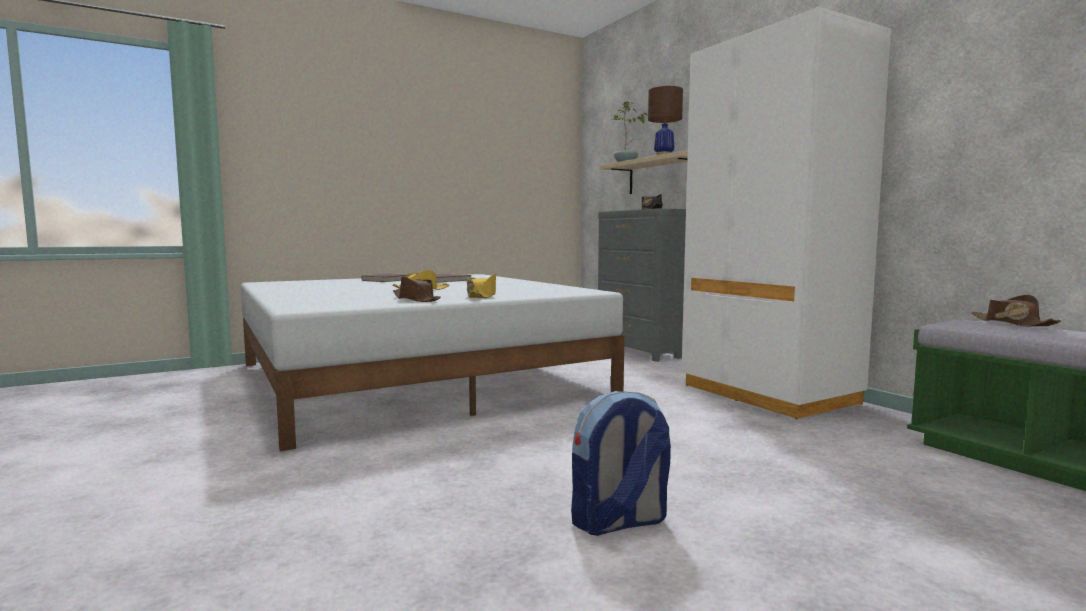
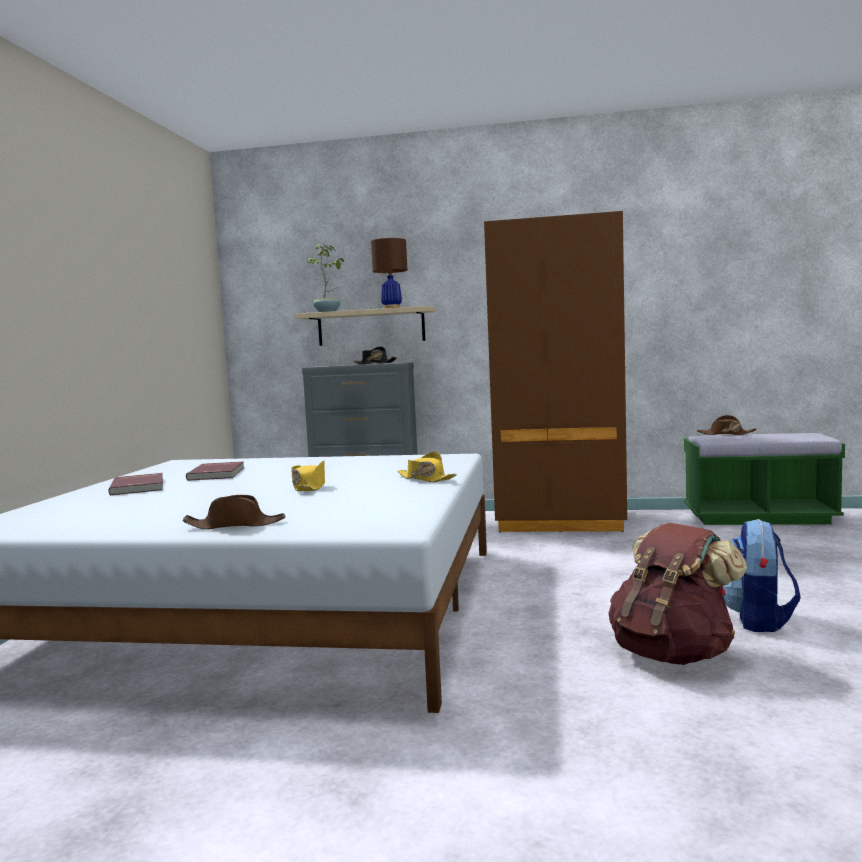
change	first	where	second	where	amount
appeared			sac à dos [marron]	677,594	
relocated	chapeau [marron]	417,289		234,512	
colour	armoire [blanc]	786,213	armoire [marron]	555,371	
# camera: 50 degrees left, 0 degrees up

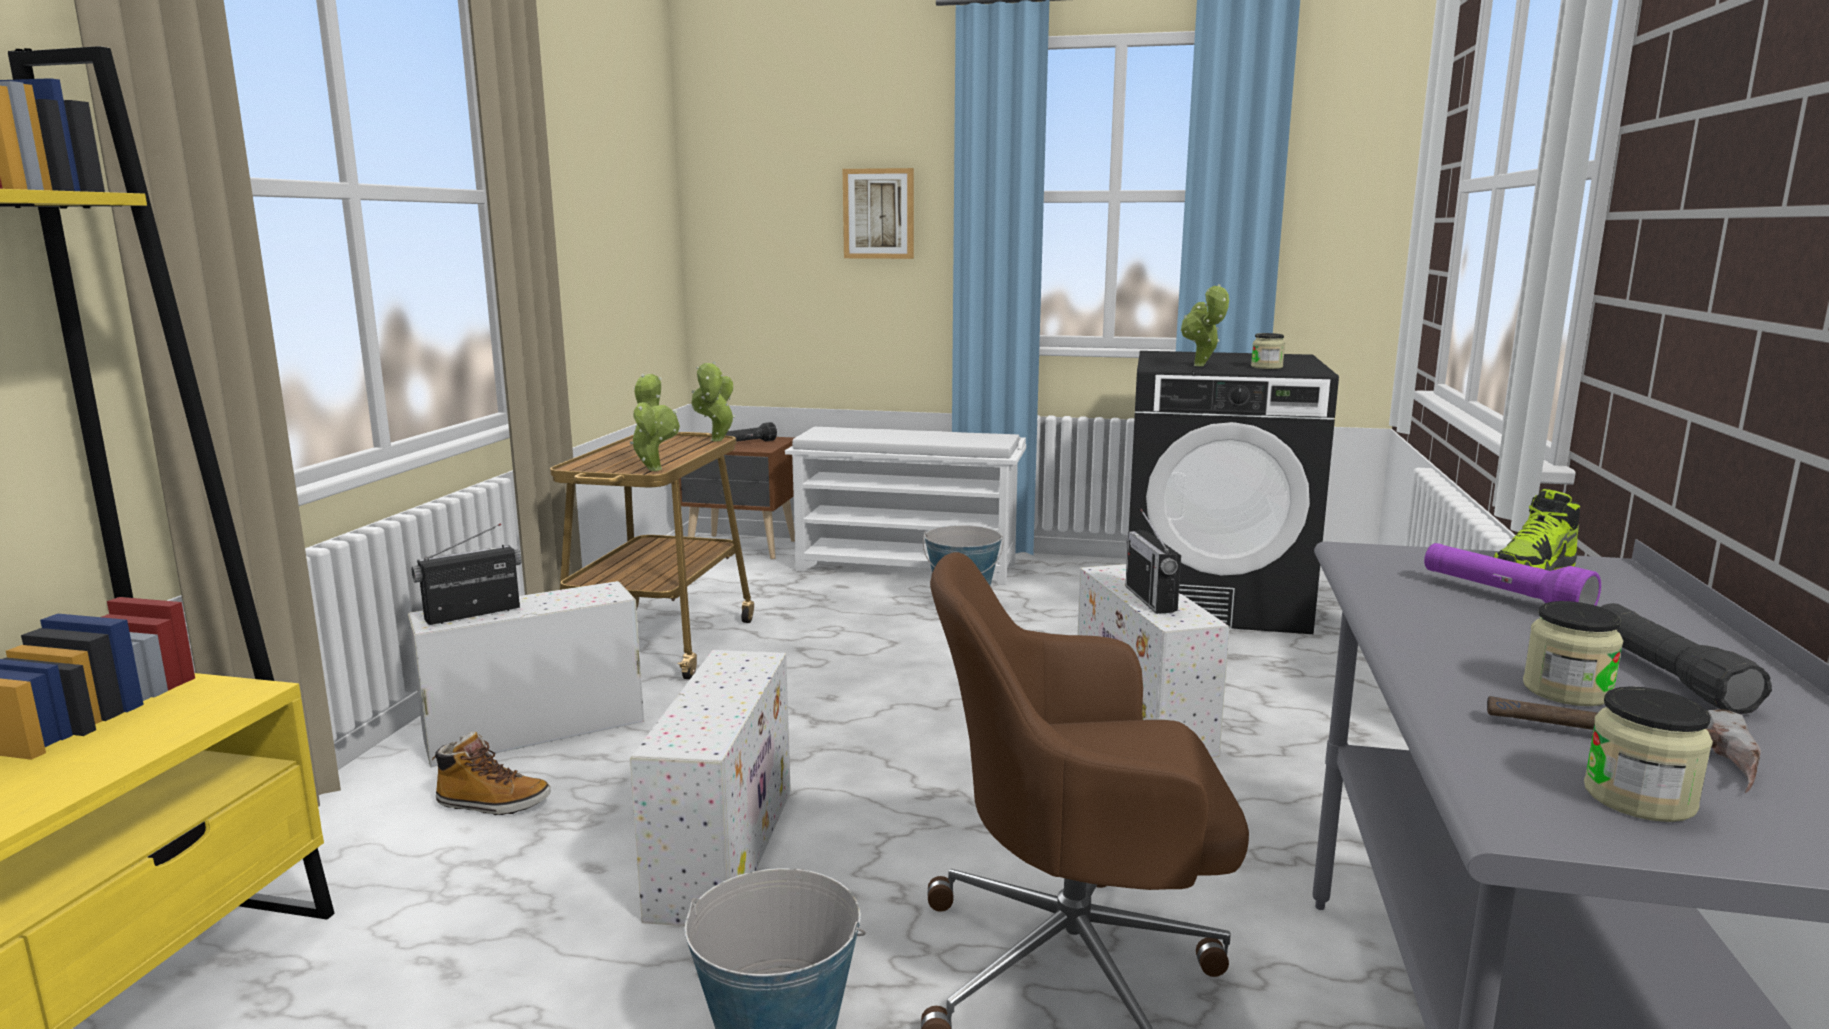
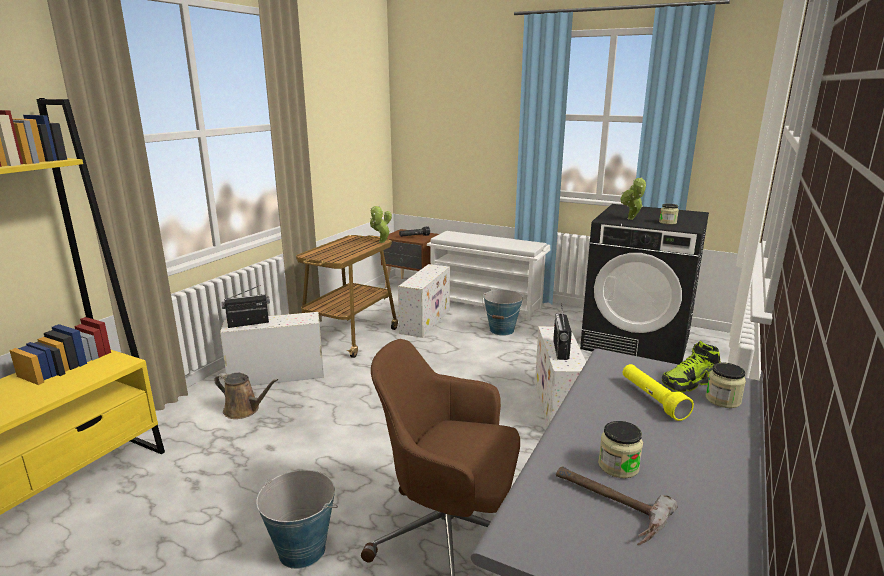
change	first	where	second	where	amount
missing	plante en pot	655,422			
missing	tableau	878,213			
missing	lampe de poche [noir]	1686,658			
relocated	boîte de rangement [blanc]	710,788		424,301	
relocated	bocal	1648,754		726,385	
exchanged	botte	491,773	arrosoir [marron]	246,396	
colour	lampe de poche [violet]	1512,574	lampe de poche [jaune]	658,392	
# camera: 15 degrees right, 5 degrees up

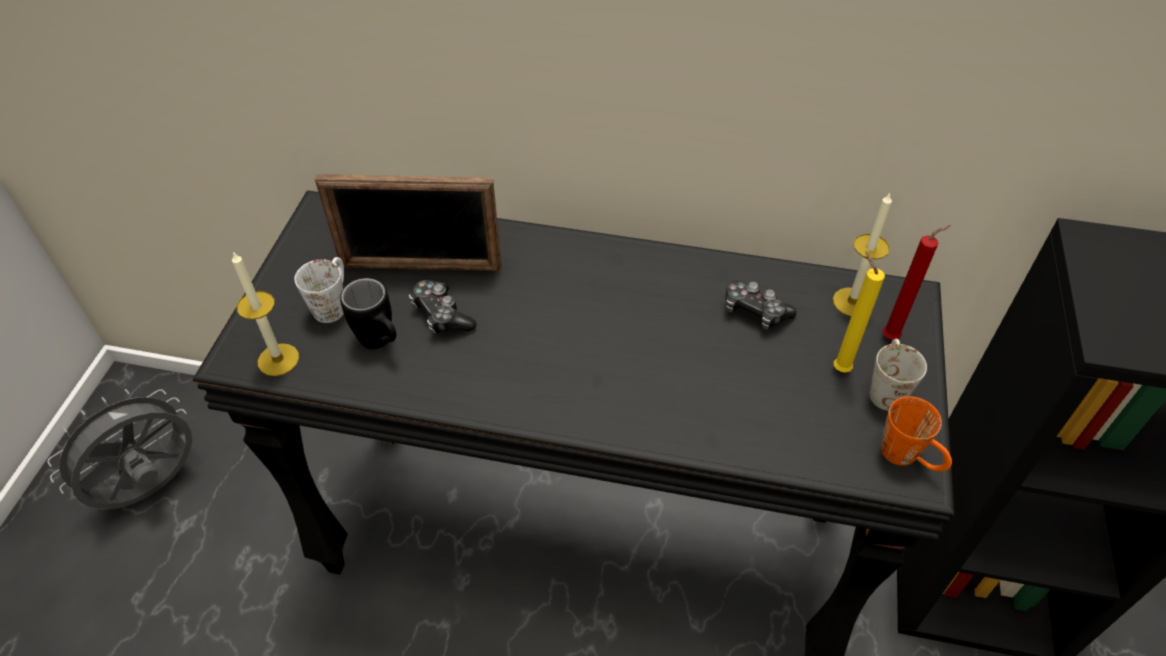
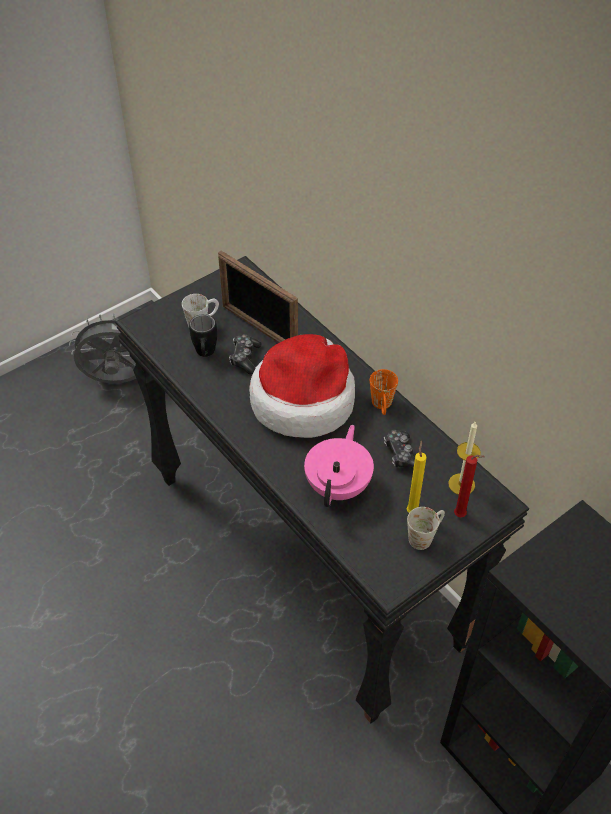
change	first	where	second	where	amount
missing	bougie	265,313			
appeared			chapeau	302,386	
appeared			théière [rose]	339,466	
relocated	mug [orange]	916,434		384,392	
# camera: 40 degrees right, 0 degrees up

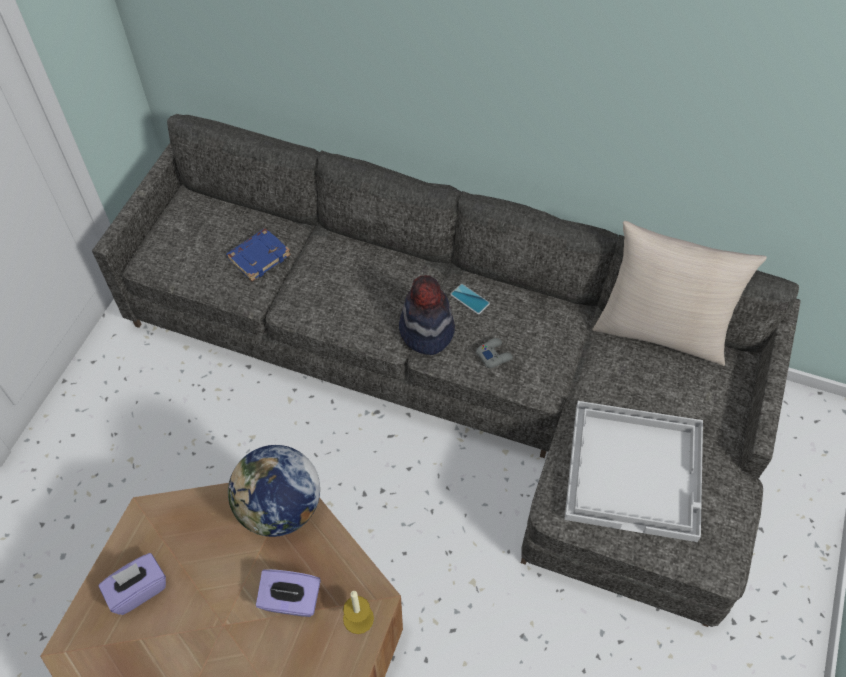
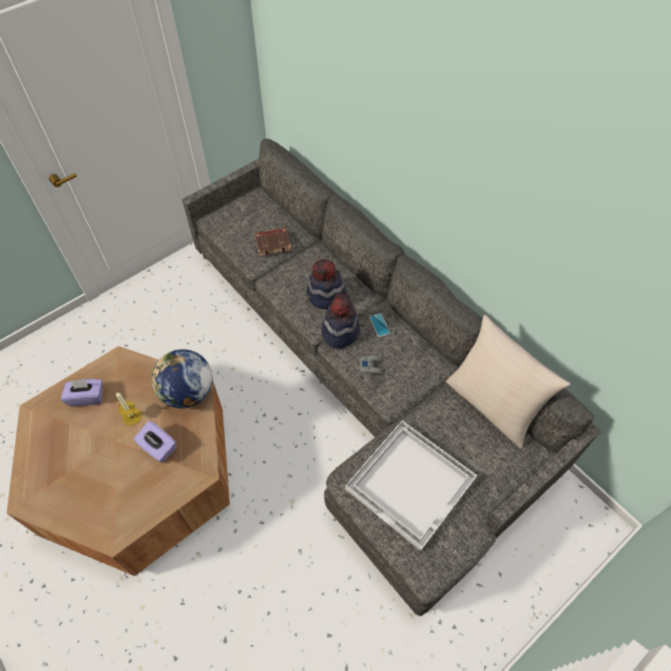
change	first	where	second	where	amount
appeared			chapeau	326,284	
relocated	bougie	358,612		129,409	
colour	livre [bleu]	258,254	livre [marron]	273,242	
# camera: 30 degrees right, 0 degrees up

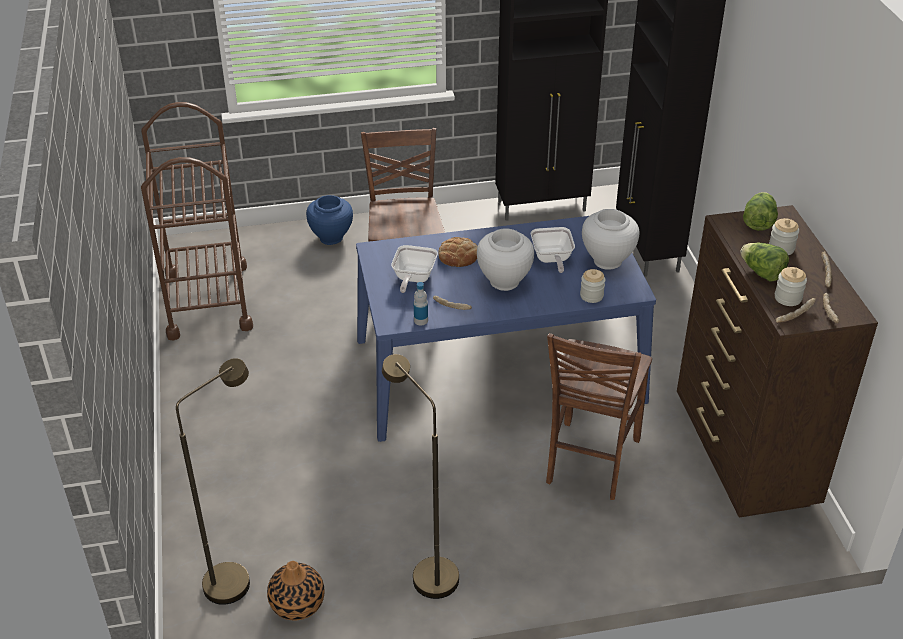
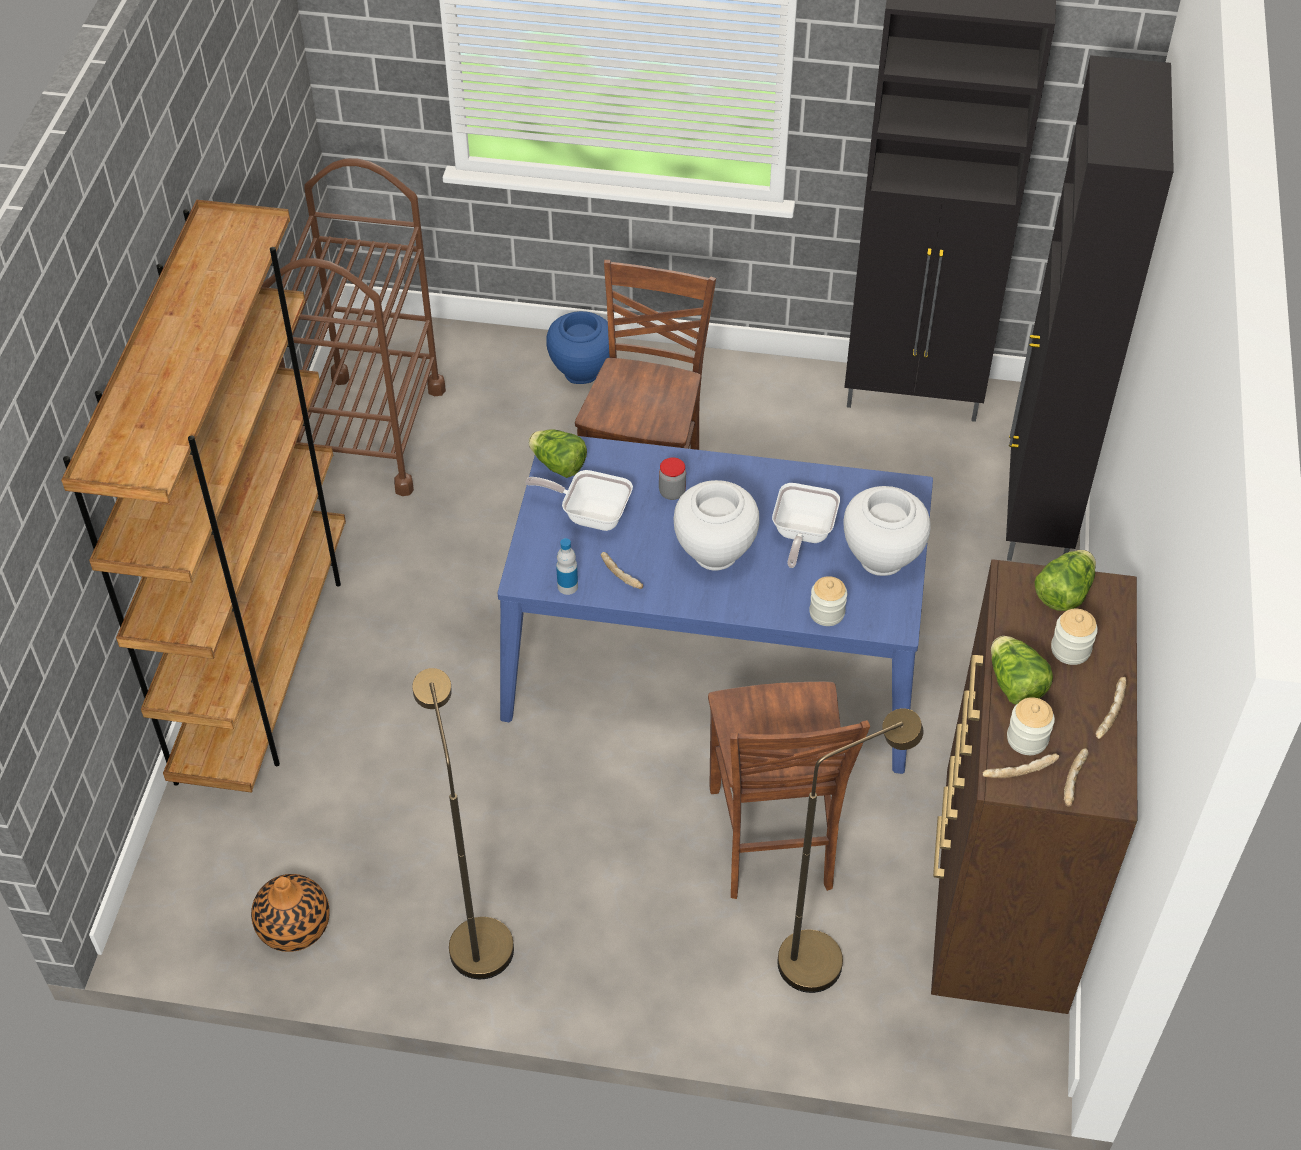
change	first	where	second	where	amount
appeared			bibliothèque [marron]	203,496	
appeared			laitue	557,454	
relocated	lampadaire [marron]	213,481		850,850	
exchanged	pain	458,252	bocal	672,478	
spun	poêle	414,269		579,500	75 degrees clockwise
spun	chaise [marron]	599,416		789,790	45 degrees counterclockwise
# camera: 20 degrees right, 10 degrees up

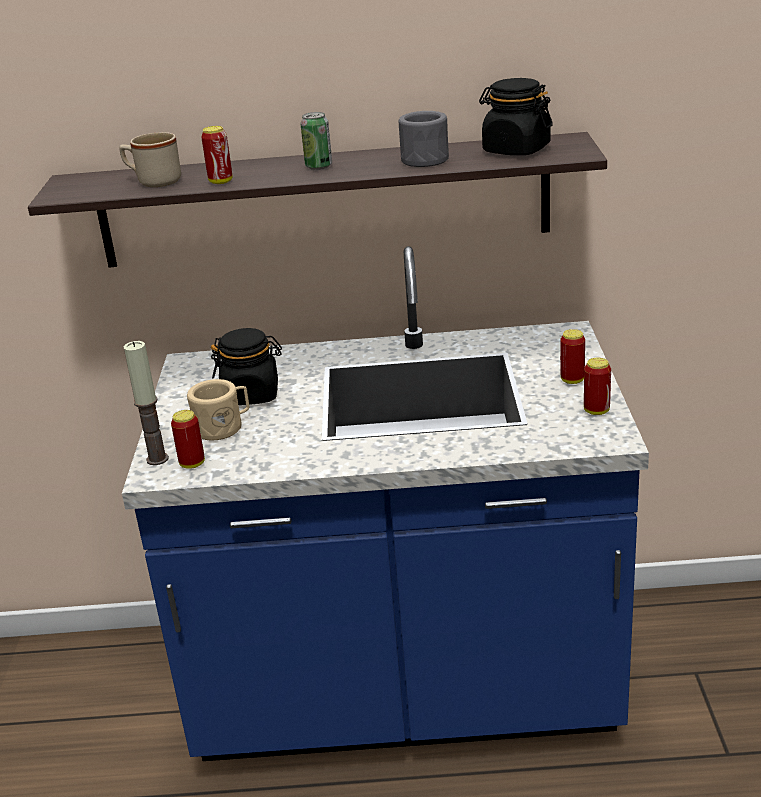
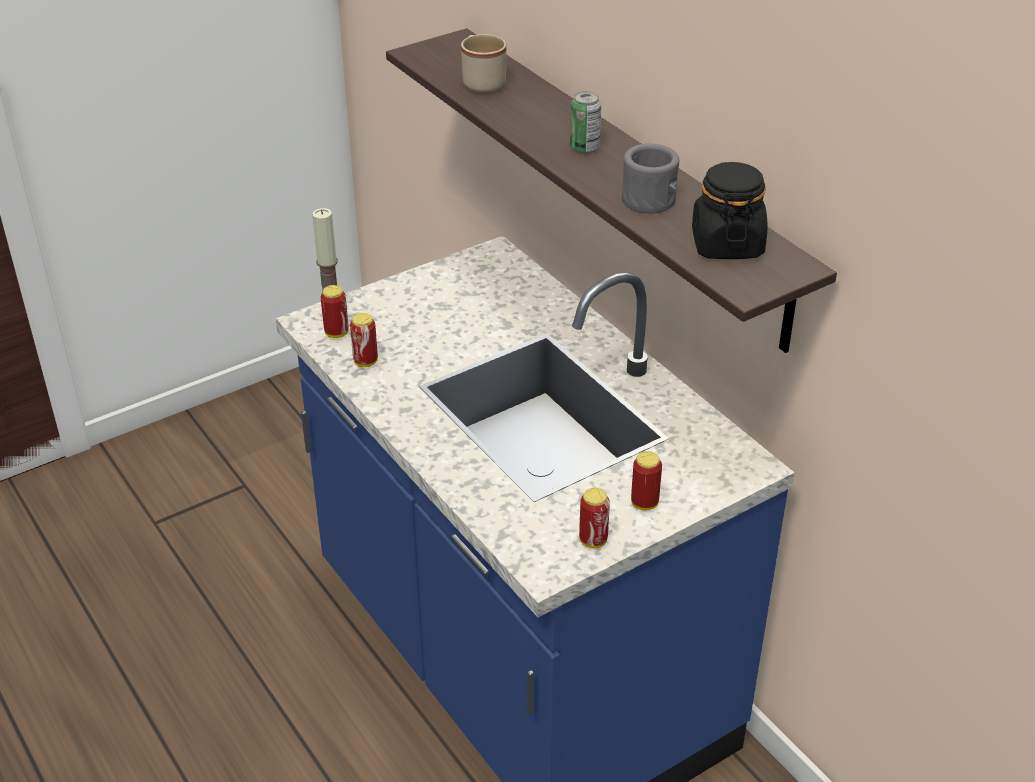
change	first	where	second	where	amount
missing	mug [beige]	218,409			
missing	bocal [noir]	246,366			
relocated	boîte métallique	216,155		364,340	
# camera: 55 degrees right, 10 degrees up

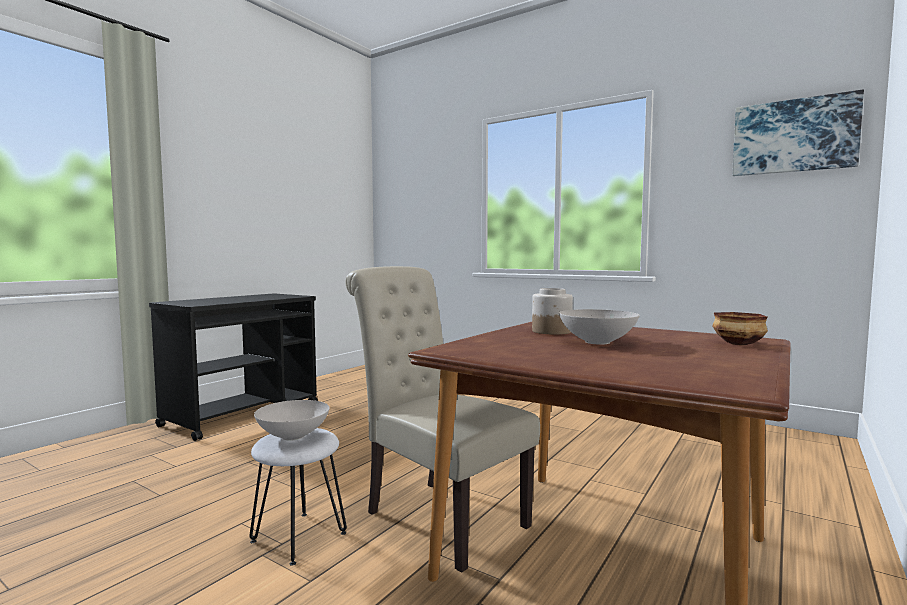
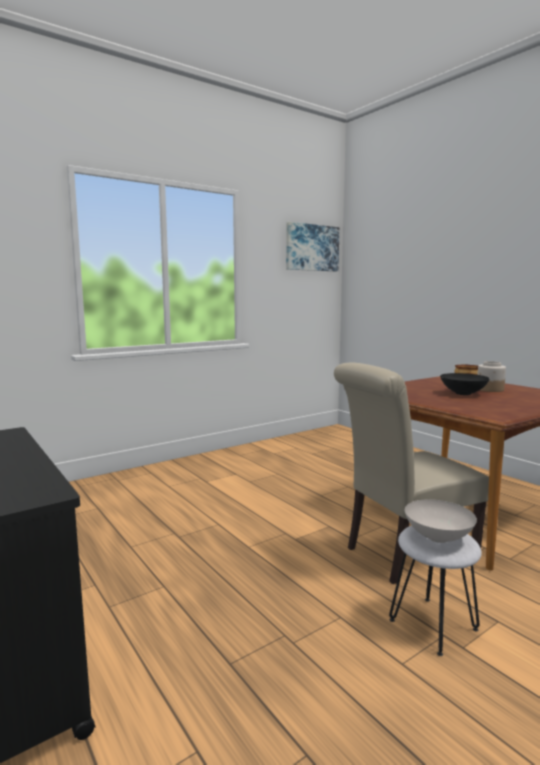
change	first	where	second	where	amount
relocated	bocal	552,311		491,376	
colour	bol [blanc]	599,327	bol [noir]	465,384	
# camera: 70 degrees left, 5 degrees up

